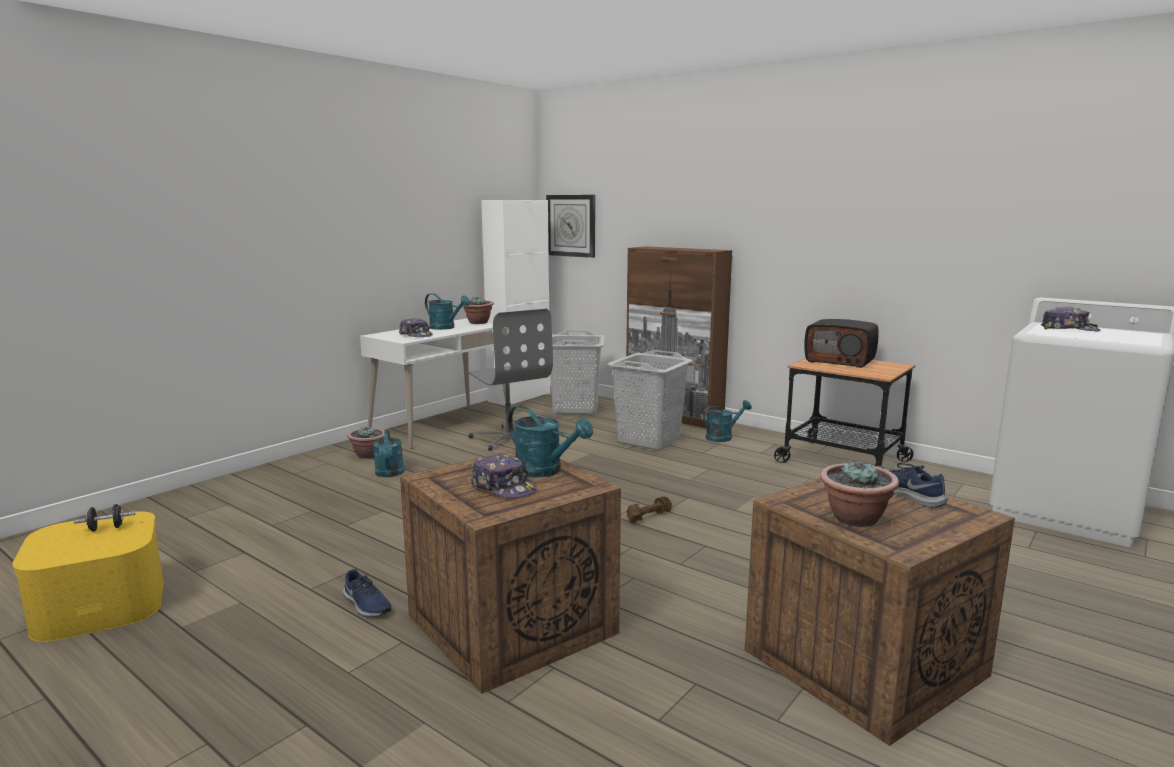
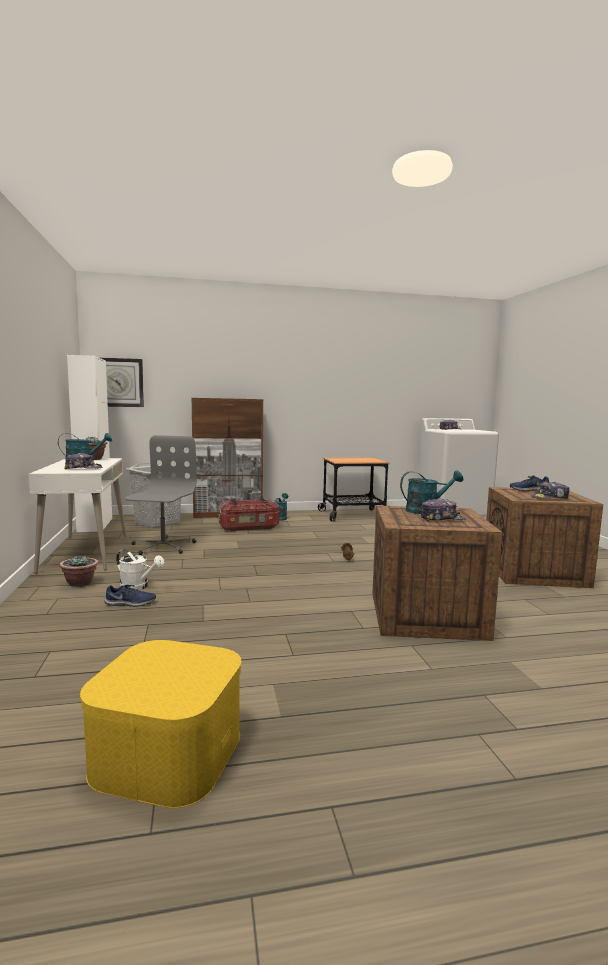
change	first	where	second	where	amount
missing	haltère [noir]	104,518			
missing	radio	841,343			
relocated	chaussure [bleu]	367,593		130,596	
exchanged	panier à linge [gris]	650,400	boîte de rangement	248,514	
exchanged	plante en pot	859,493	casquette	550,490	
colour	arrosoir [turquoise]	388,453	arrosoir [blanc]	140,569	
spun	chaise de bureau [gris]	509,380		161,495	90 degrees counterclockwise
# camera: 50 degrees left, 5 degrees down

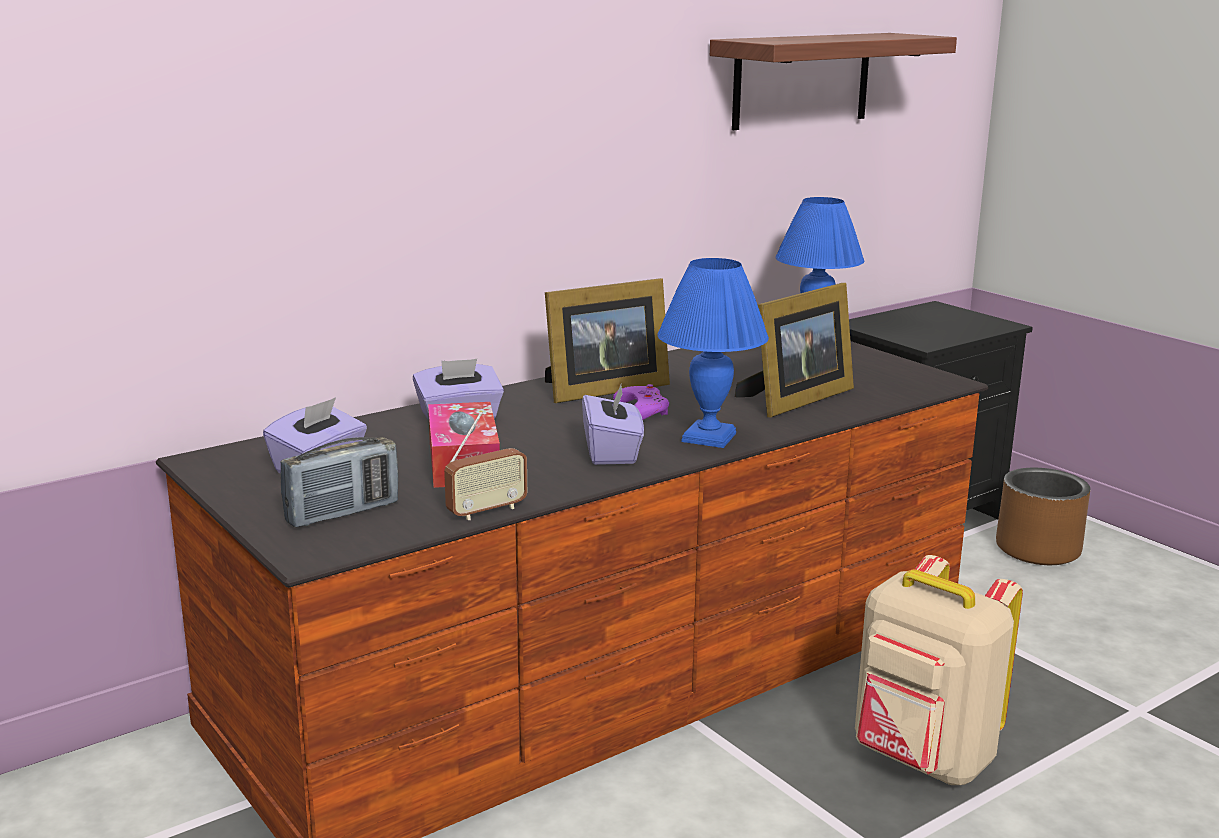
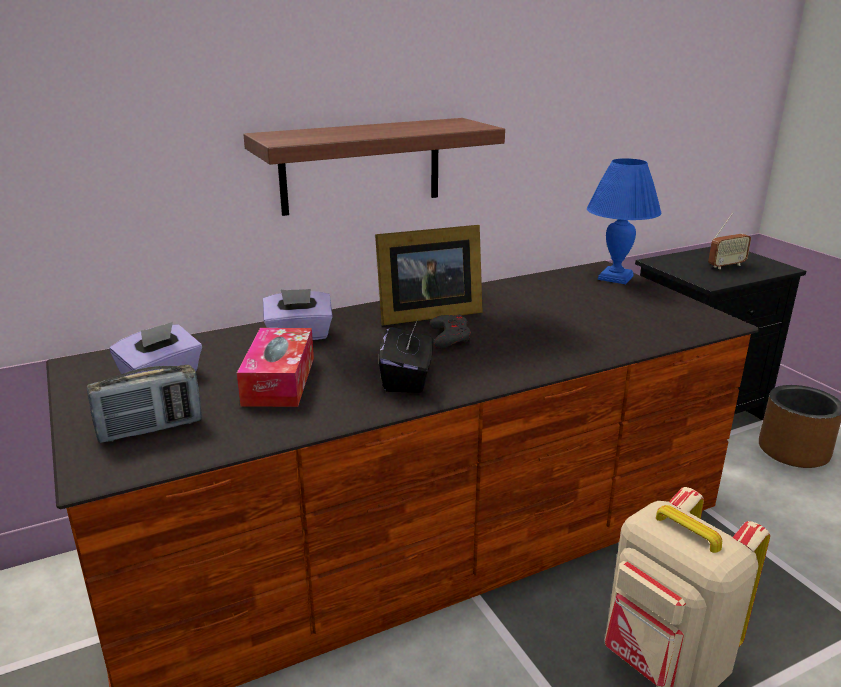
change	first	where	second	where	amount
missing	lampe de table [bleu]	713,353			
missing	cadre photo	794,350			
relocated	radio	485,466		729,240	
relocated	étagère	833,81		374,167	
colour	boîte à mouchoirs [violet]	613,423	boîte à mouchoirs [noir]	406,357	
colour	manette [violet]	641,402	manette [gris]	450,332	
# camera: 10 degrees right, 5 degrees up

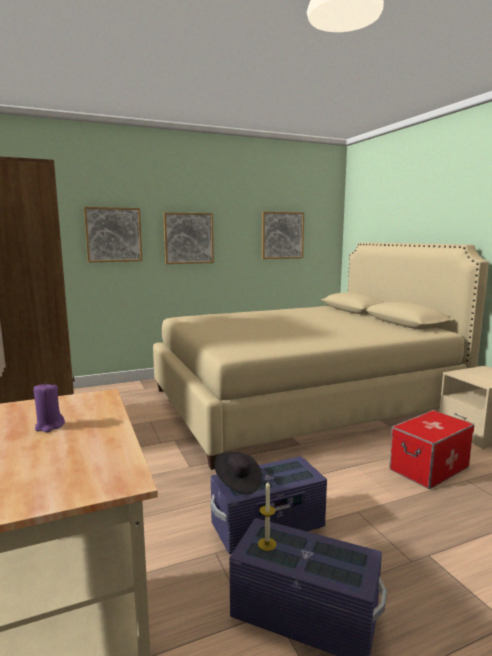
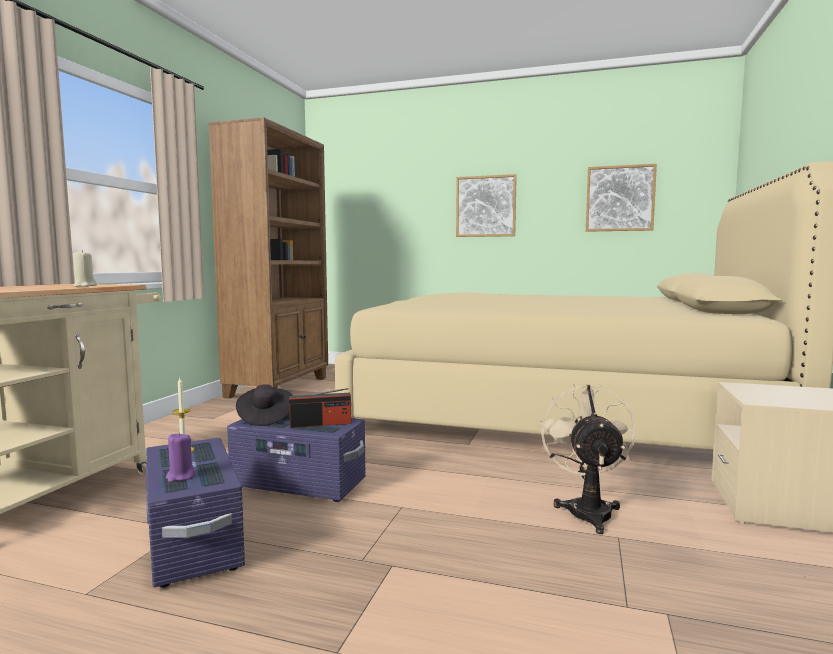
change	first	where	second	where	amount
missing	tableau	113,234			
appeared			bougie [beige]	85,268	
appeared			radio	320,408	
relocated	bougie [violet]	49,407		181,457	
exchanged	boîte de rangement	432,449	ventilateur [beige]	587,458	
# camera: 40 degrees right, 5 degrees down

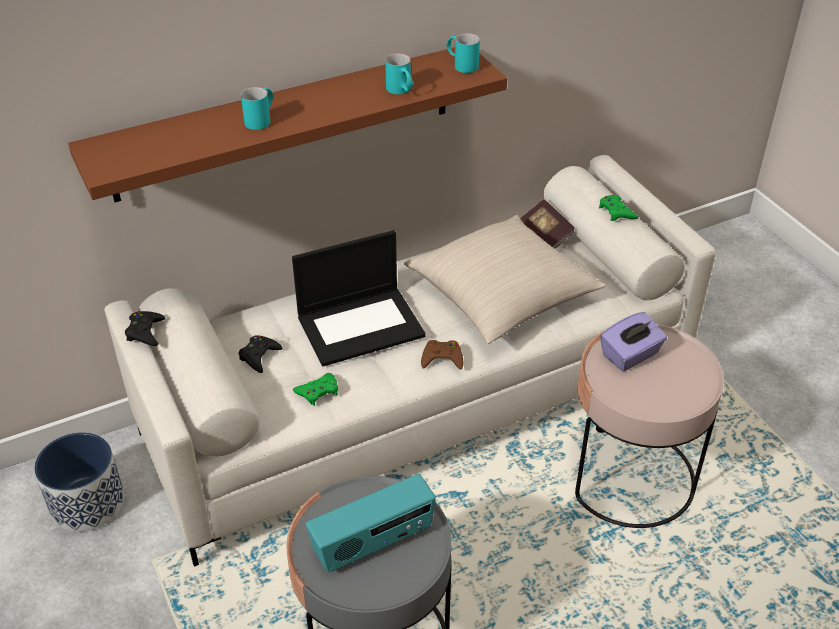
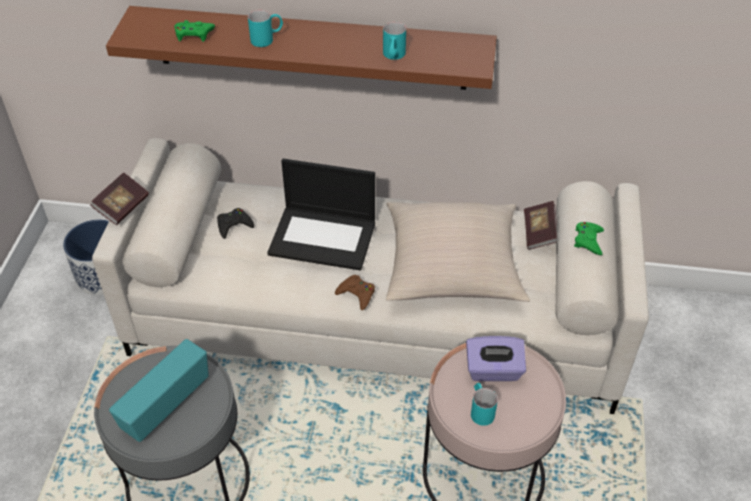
change	first	where	second	where	amount
missing	manette [noir]	145,328			
appeared			livre	119,198	
relocated	manette [vert]	315,389		195,31	
relocated	mug [turquoise]	463,53		484,404	
spun	radio	371,523		159,390	120 degrees clockwise
# camera: 35 degrees right, 5 degrees up

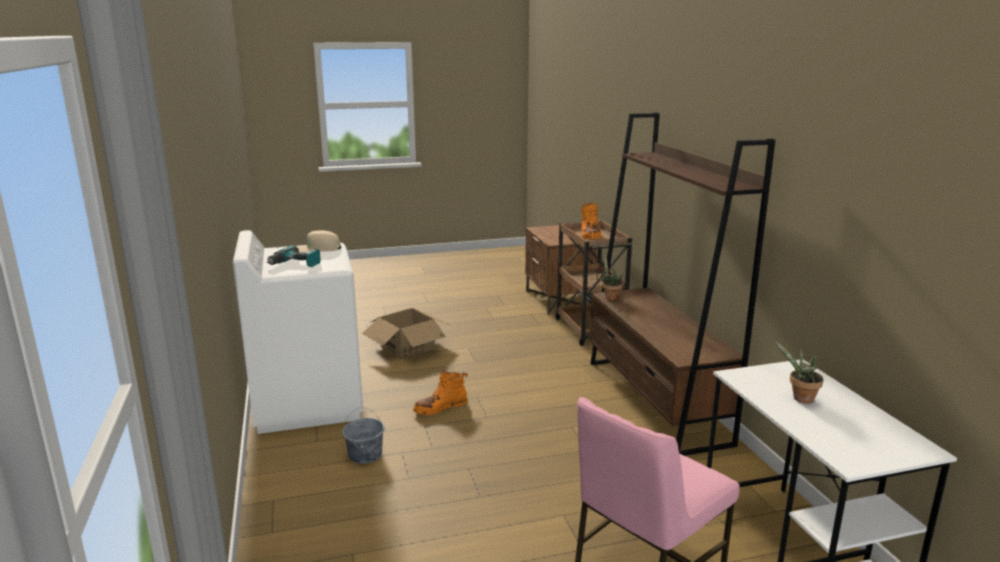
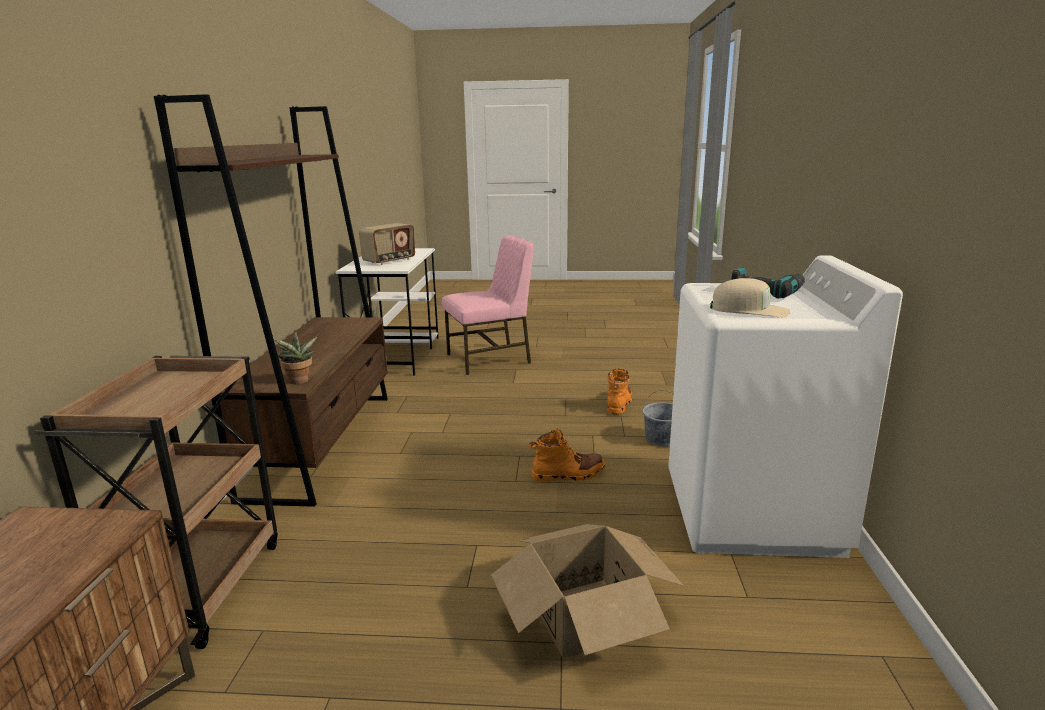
change	first	where	second	where	amount
relocated	botte [orange]	591,221		619,391	
exchanged	plante en pot	799,372	radio	387,244	
# camera: 160 degrees left, 0 degrees up

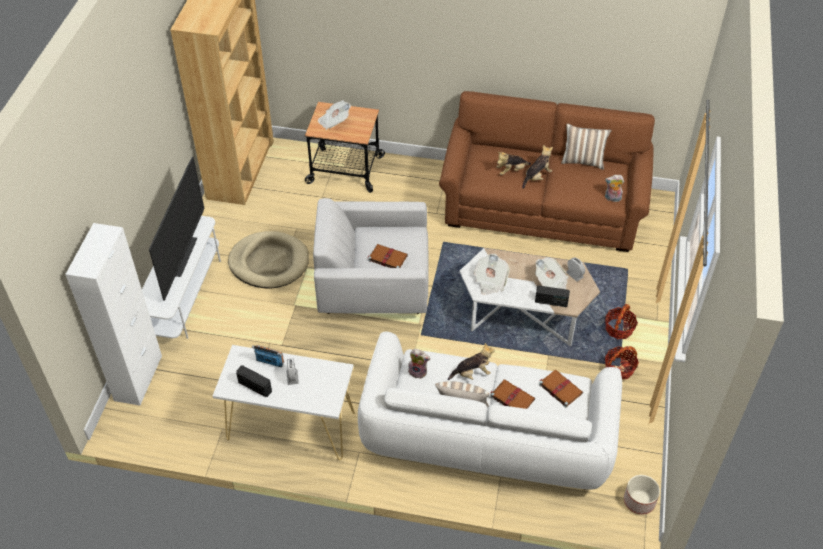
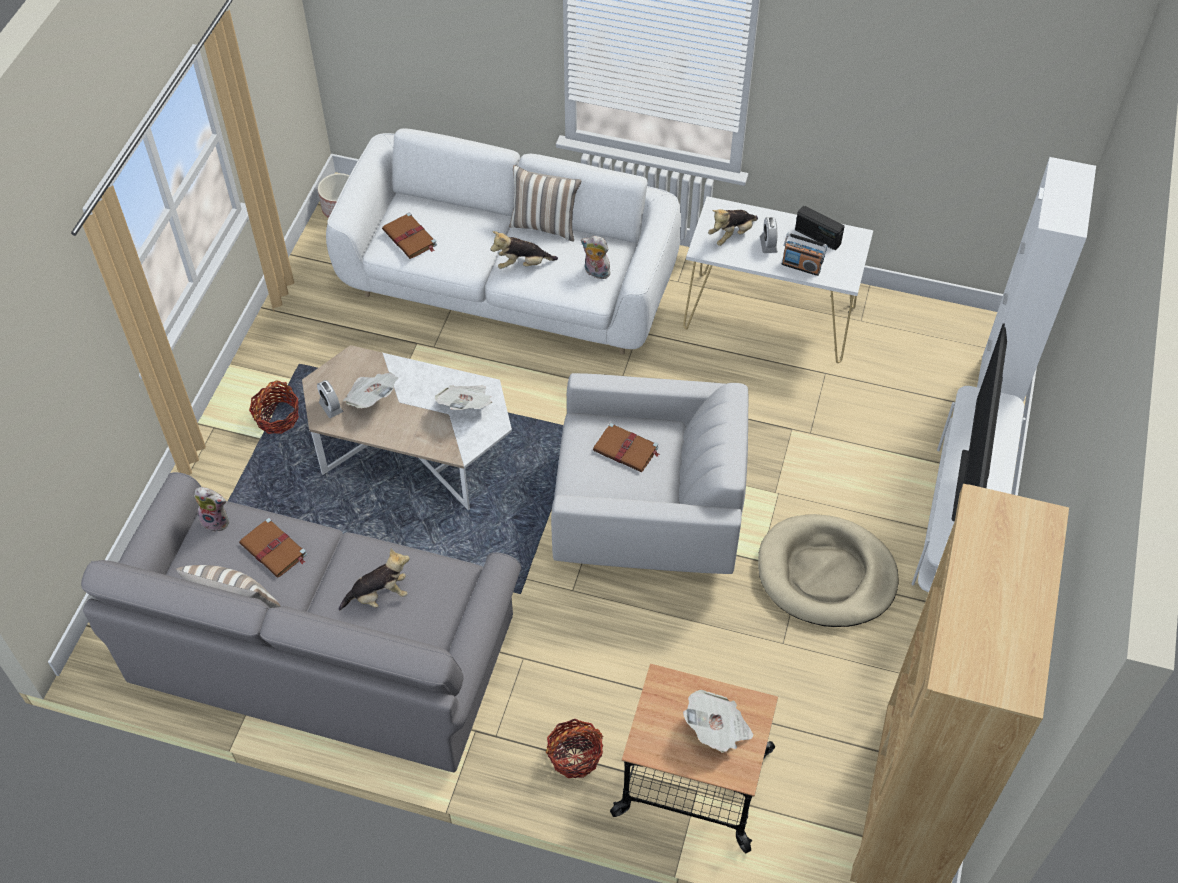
change	first	where	second	where	amount
missing	radio	552,296			
relocated	livre [marron]	512,394		273,548	
relocated	peluche	537,167		733,227	
relocated	panier	622,362		574,748	
colour	canapé [marron]	547,171	canapé [gris]	301,622	
# camera: 175 degrees left, 5 degrees up

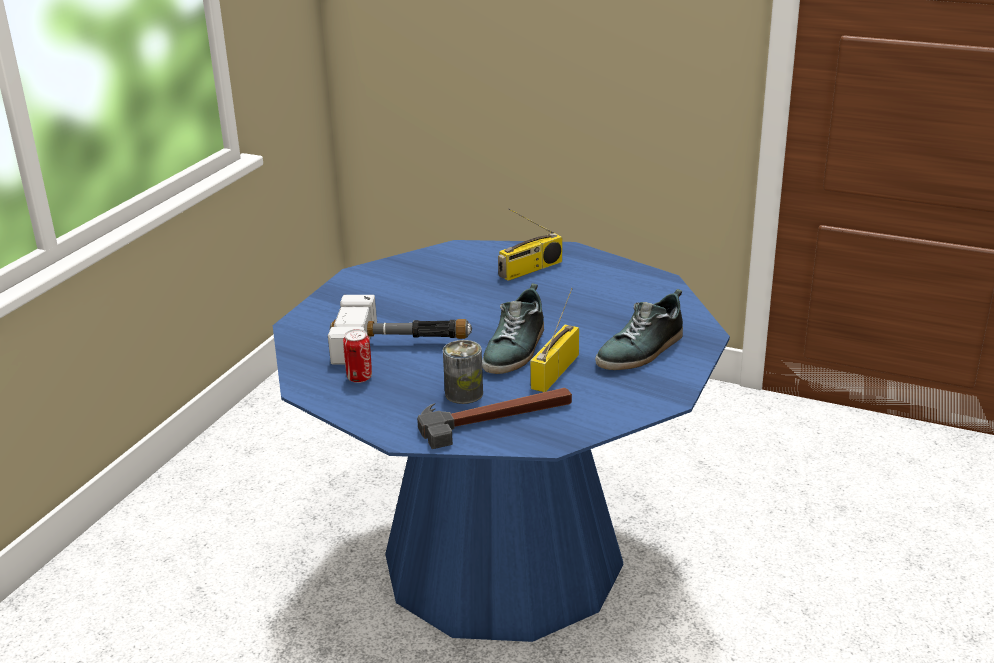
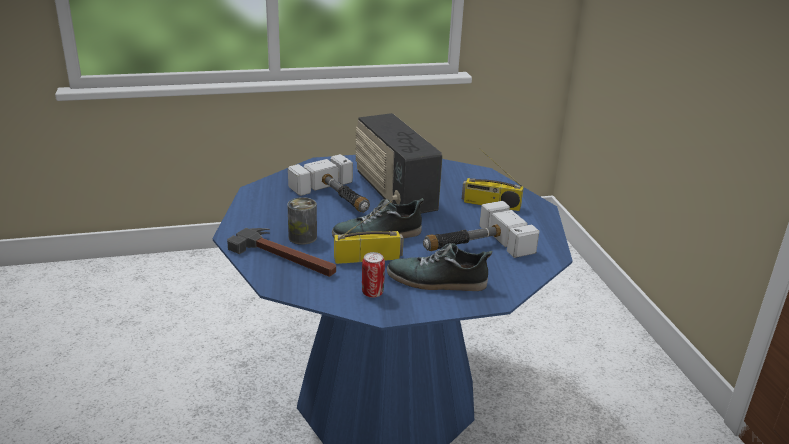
change	first	where	second	where	amount
appeared			radio	399,163	
appeared			marteau	481,229	
relocated	boîte métallique	357,356		373,275	
# camera: 50 degrees right, 0 degrees up

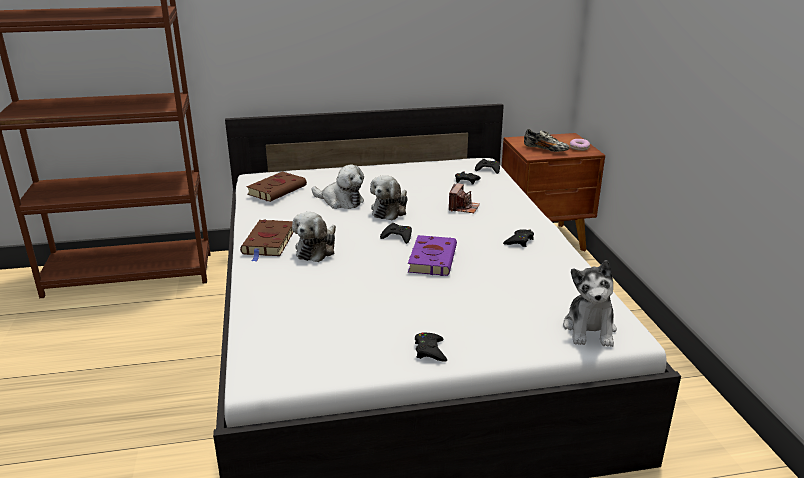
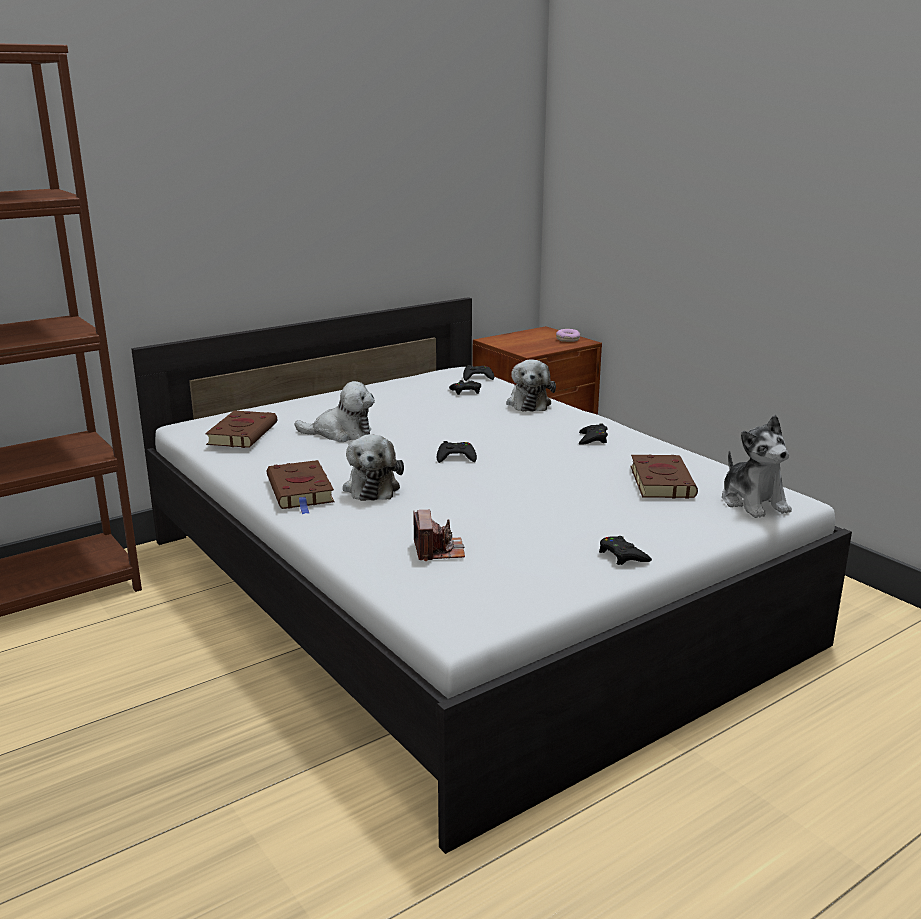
change	first	where	second	where	amount
missing	livre [violet]	432,255			
missing	chaussure	547,140			
appeared			livre [marron]	664,477	
relocated	peluche	389,197		531,385	
relocated	appareil photo	464,198		439,535	
# camera: 25 degrees left, 5 degrees down

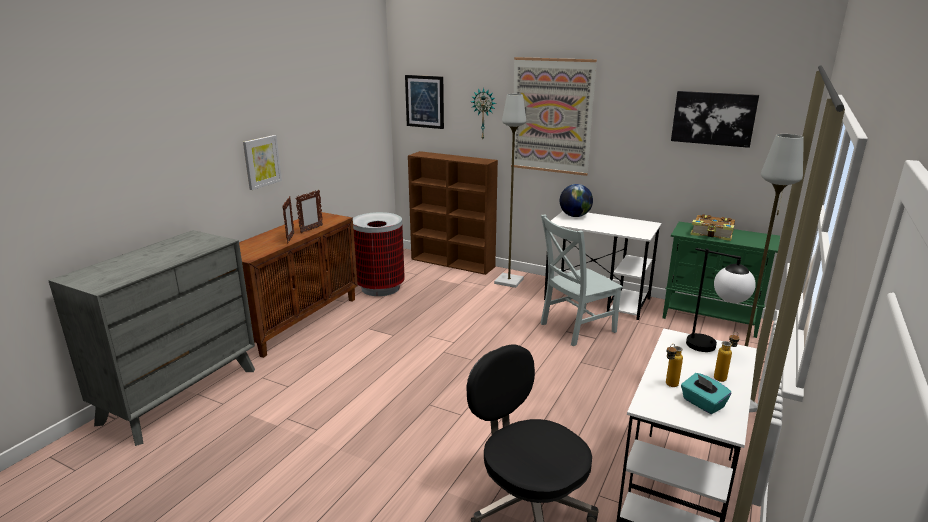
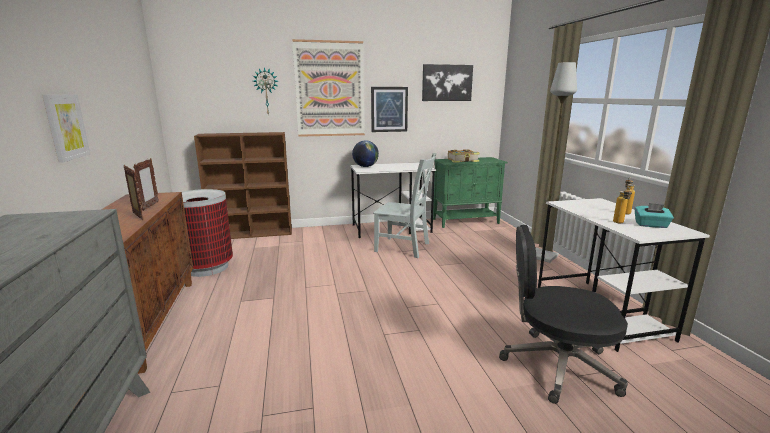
change	first	where	second	where	amount
missing	lampadaire [gris]	510,191			
missing	lampe de table	721,300			
relocated	tableau	424,102		389,109	
spun	chaise [gris]	582,280		405,205	90 degrees counterclockwise
# camera: 40 degrees left, 5 degrees down

